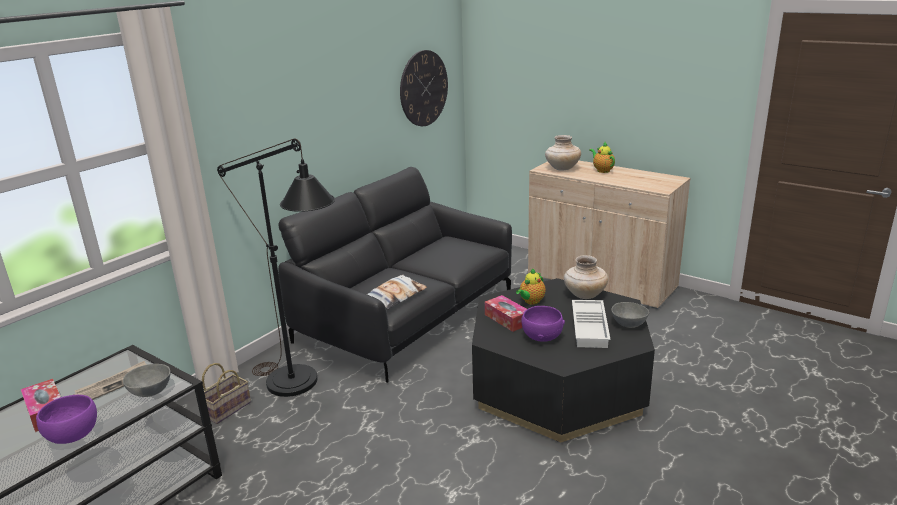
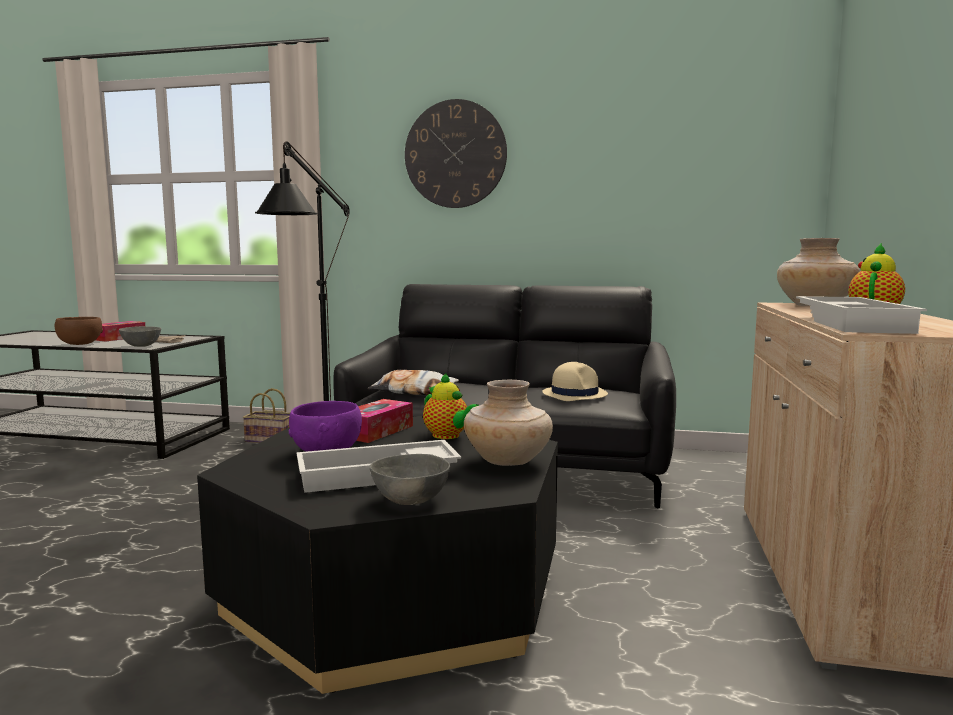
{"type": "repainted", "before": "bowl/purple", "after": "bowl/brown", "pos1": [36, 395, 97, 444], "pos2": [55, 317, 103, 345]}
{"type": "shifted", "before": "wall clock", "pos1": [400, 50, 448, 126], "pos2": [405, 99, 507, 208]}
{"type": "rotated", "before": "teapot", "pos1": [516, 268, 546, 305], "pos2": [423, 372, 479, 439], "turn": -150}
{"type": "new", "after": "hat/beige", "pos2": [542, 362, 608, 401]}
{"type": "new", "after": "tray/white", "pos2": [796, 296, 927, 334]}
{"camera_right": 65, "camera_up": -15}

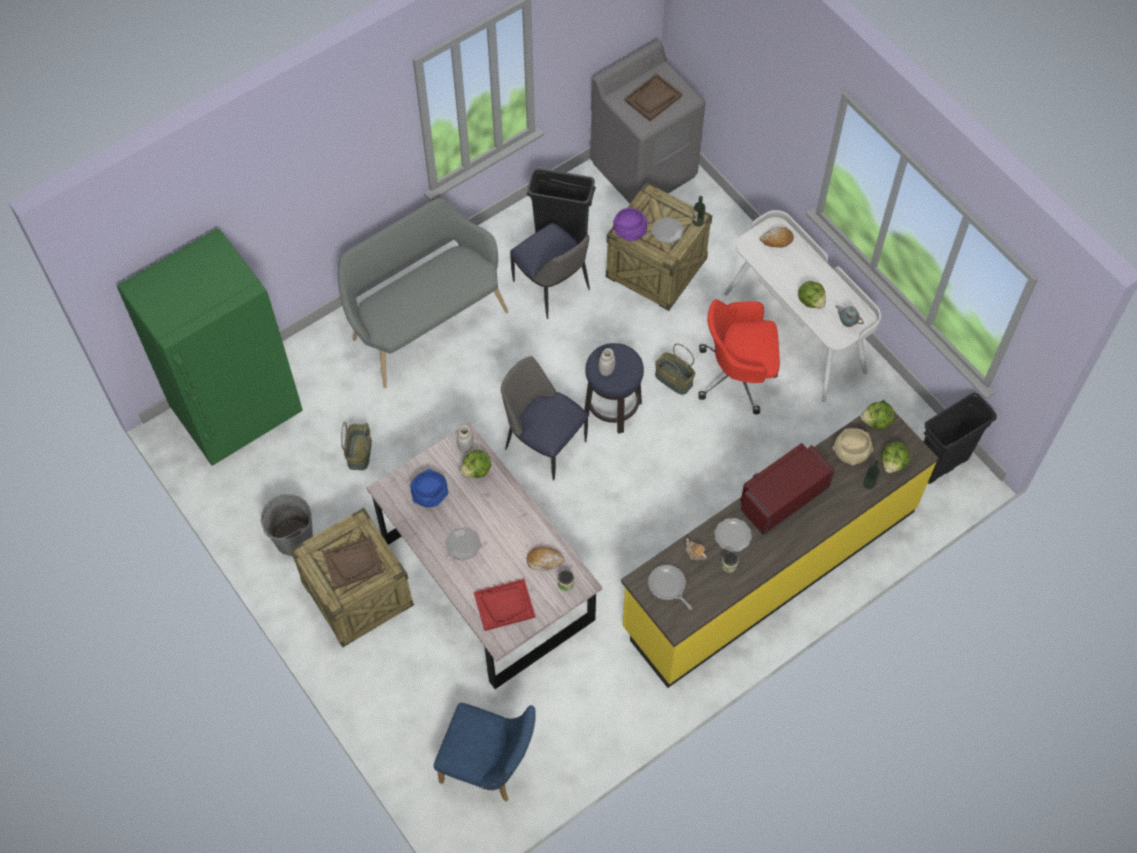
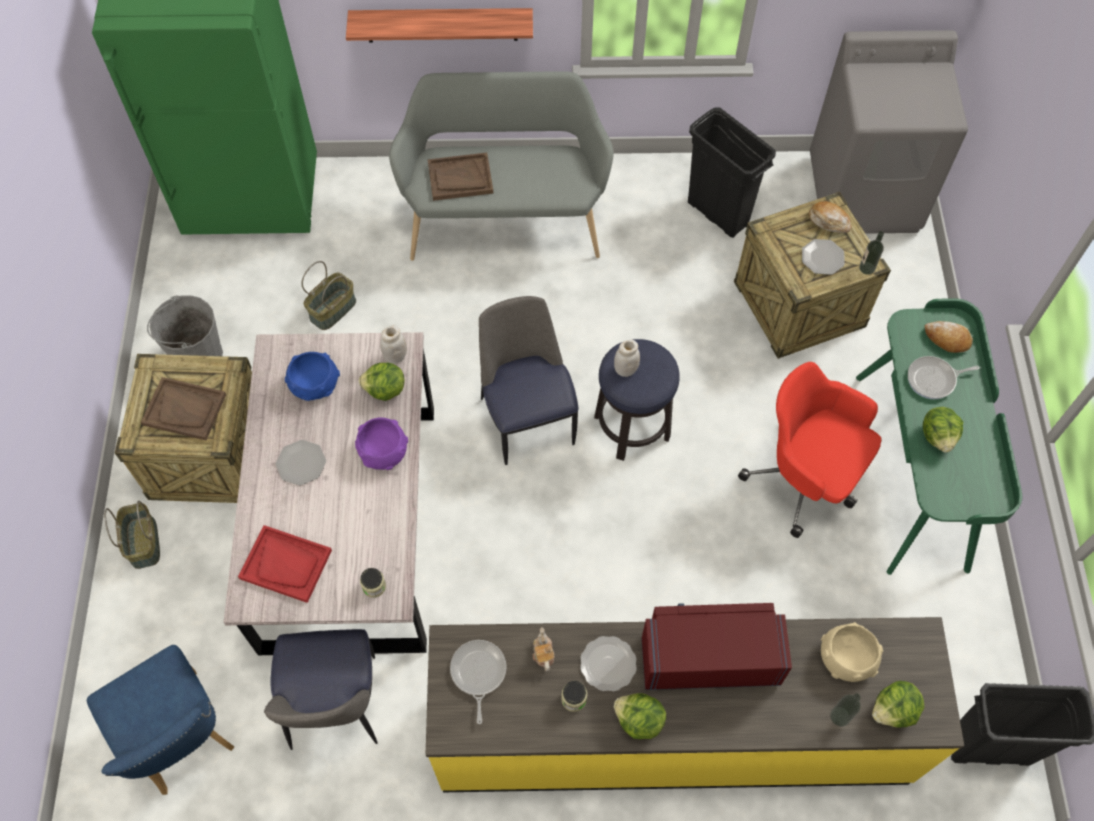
{"type": "shifted", "before": "basket", "pos1": [655, 344, 695, 395], "pos2": [104, 501, 160, 569]}
{"type": "shifted", "before": "chair", "pos1": [510, 223, 590, 319], "pos2": [264, 629, 377, 750]}
{"type": "new", "after": "shelf", "pos2": [346, 8, 533, 43]}
{"type": "shifted", "before": "bowl/purple", "pos1": [613, 207, 648, 241], "pos2": [355, 418, 408, 470]}
{"type": "shifted", "before": "tray/brown", "pos1": [625, 73, 682, 121], "pos2": [428, 153, 493, 201]}
{"type": "shifted", "before": "lettuce", "pos1": [861, 402, 894, 430], "pos2": [614, 693, 666, 739]}
{"type": "shifted", "before": "bread", "pos1": [527, 547, 565, 571], "pos2": [809, 201, 851, 233]}
{"type": "repainted", "before": "desk/white", "after": "desk/green", "pos1": [723, 210, 881, 402], "pos2": [856, 298, 1022, 575]}
{"type": "new", "after": "frying pan", "pos2": [908, 356, 980, 399]}
{"type": "gone", "before": "teapot", "pos1": [836, 306, 864, 327]}
{"camera_right": 35, "camera_up": 0}

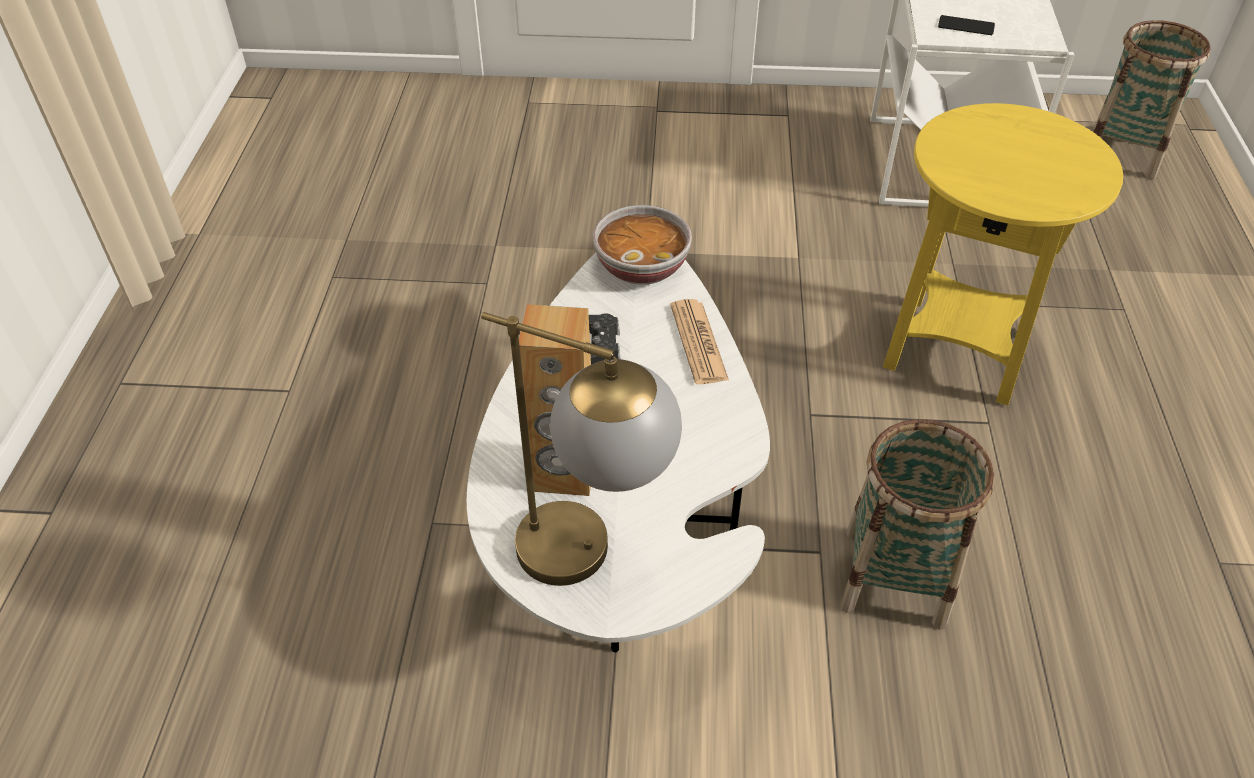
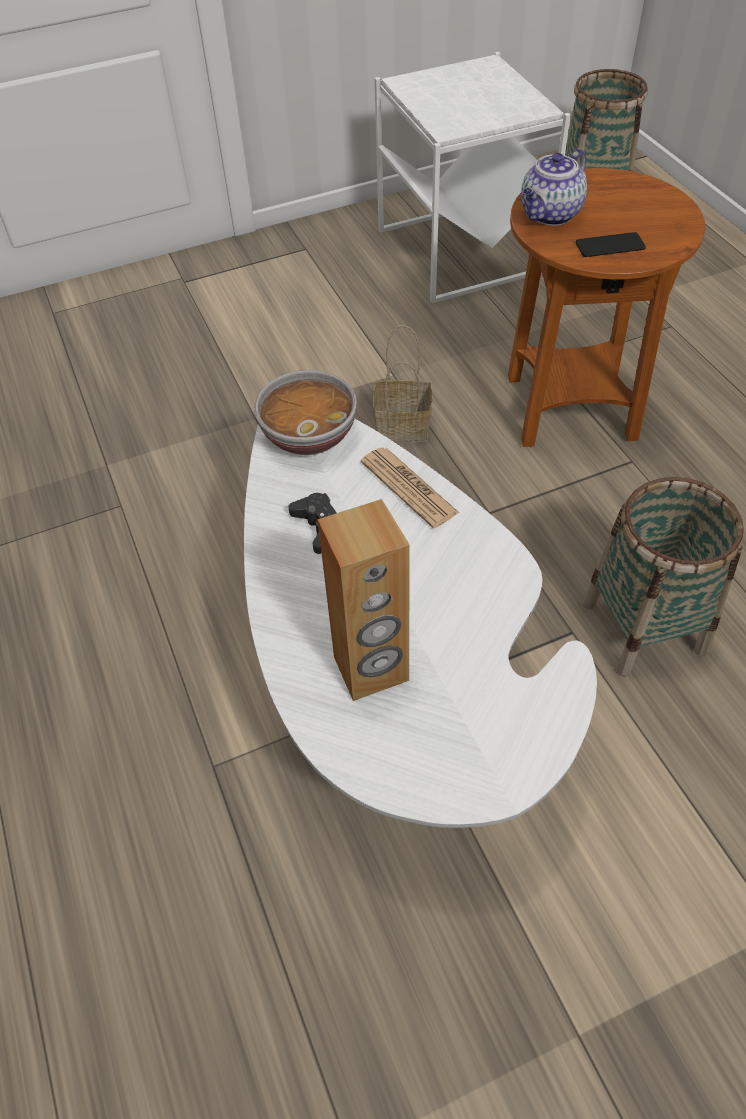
{"type": "new", "after": "basket", "pos2": [373, 325, 432, 442]}
{"type": "repainted", "before": "side table/yellow", "after": "side table/brown", "pos1": [883, 103, 1123, 405], "pos2": [508, 168, 705, 447]}
{"type": "new", "after": "teapot", "pos2": [521, 149, 587, 226]}
{"type": "shifted", "before": "phone", "pos1": [938, 15, 995, 35], "pos2": [576, 232, 646, 257]}
{"type": "gone", "before": "table lamp", "pos1": [481, 312, 682, 586]}
{"camera_right": -25, "camera_up": 5}

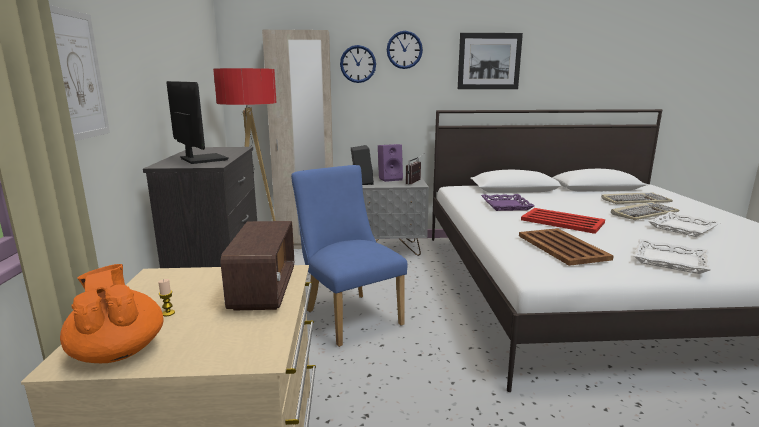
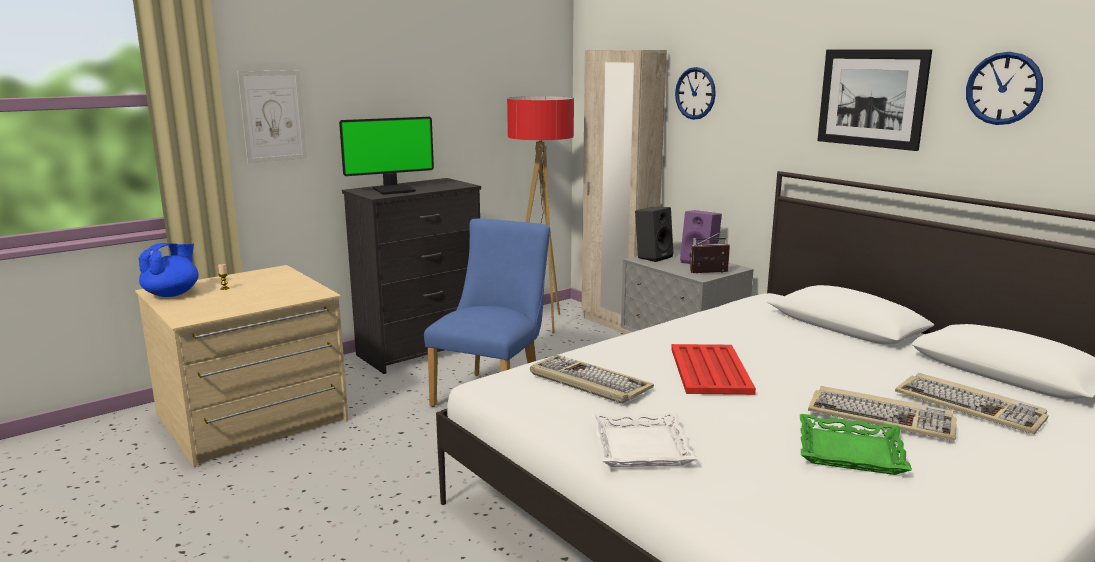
{"type": "repainted", "before": "teapot/orange", "after": "teapot/blue", "pos1": [60, 264, 164, 363], "pos2": [139, 243, 199, 297]}
{"type": "rotated", "before": "monitor", "pos1": [167, 81, 229, 164], "pos2": [339, 117, 434, 195], "turn": 45}
{"type": "swapped", "before": "tray/brown", "after": "keyboard", "pos1": [519, 228, 614, 266], "pos2": [530, 355, 654, 404]}
{"type": "repainted", "before": "tray/white", "after": "tray/green", "pos1": [649, 212, 721, 237], "pos2": [800, 414, 912, 475]}
{"type": "shifted", "before": "wall clock", "pos1": [387, 31, 423, 69], "pos2": [966, 52, 1043, 125]}
{"type": "gone", "before": "radio", "pos1": [221, 221, 294, 310]}
{"type": "gone", "before": "tray/purple", "pos1": [481, 194, 535, 211]}
{"camera_right": 55, "camera_up": 0}

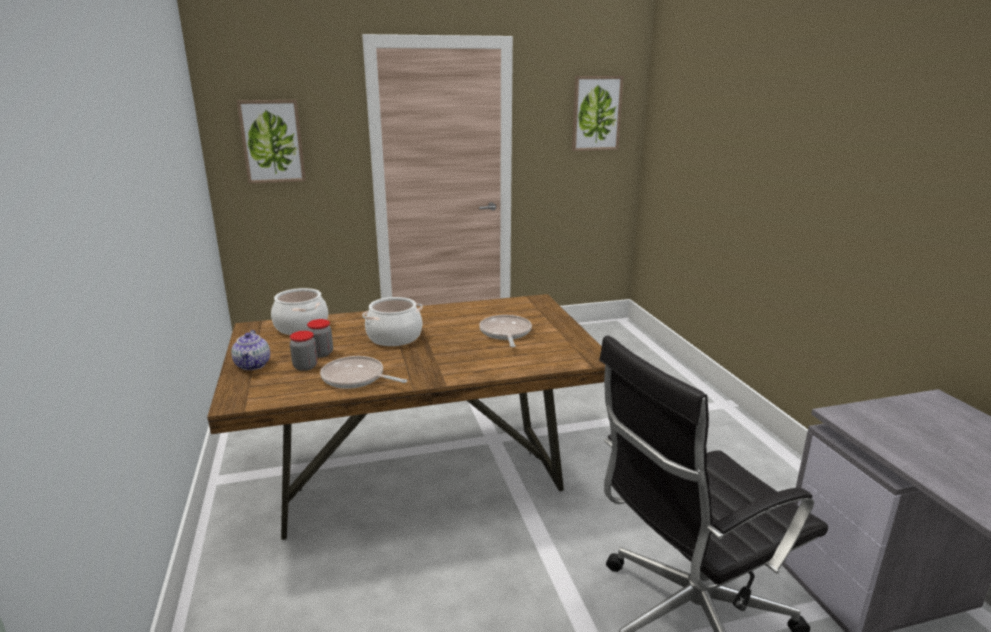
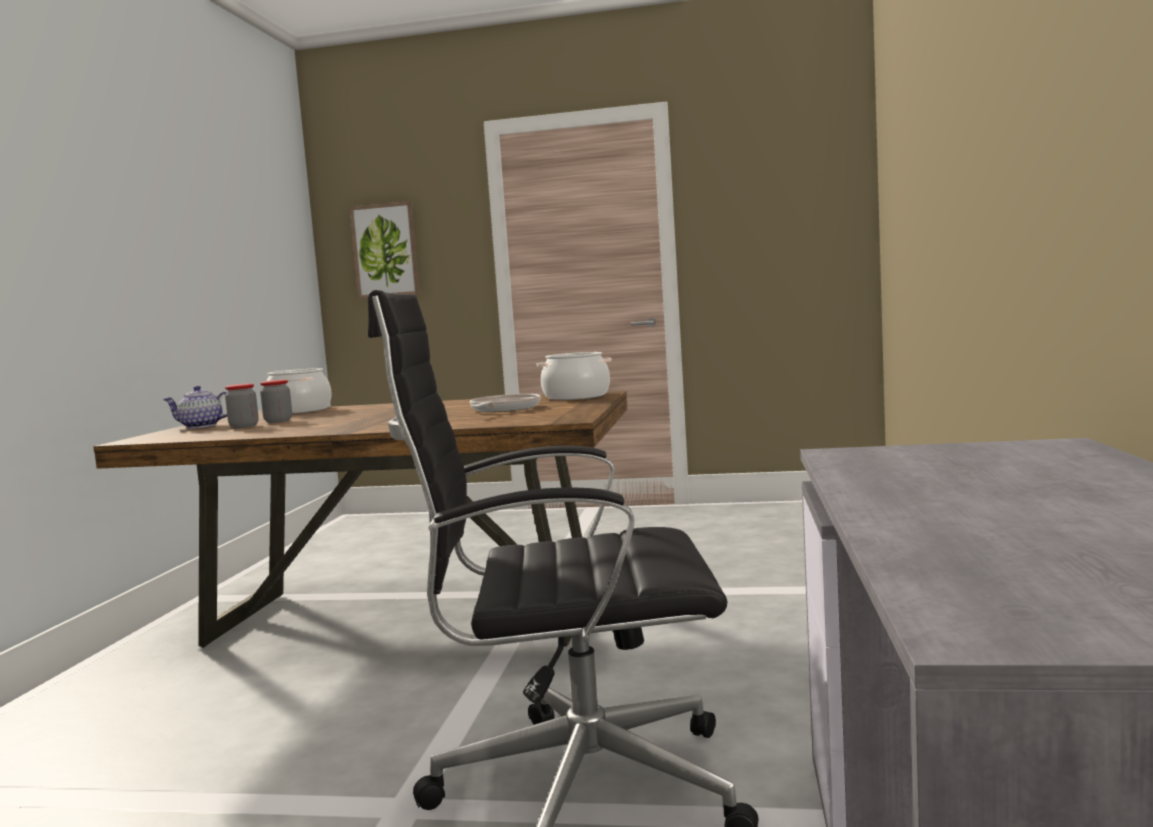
{"type": "rotated", "before": "teapot", "pos1": [231, 330, 270, 370], "pos2": [163, 386, 227, 428], "turn": 75}
{"type": "shifted", "before": "cooking pot", "pos1": [362, 297, 423, 346], "pos2": [537, 352, 612, 400]}
{"type": "gone", "before": "frying pan", "pos1": [320, 356, 407, 389]}
{"type": "gone", "before": "picture", "pos1": [572, 76, 624, 151]}
{"camera_right": 25, "camera_up": -15}

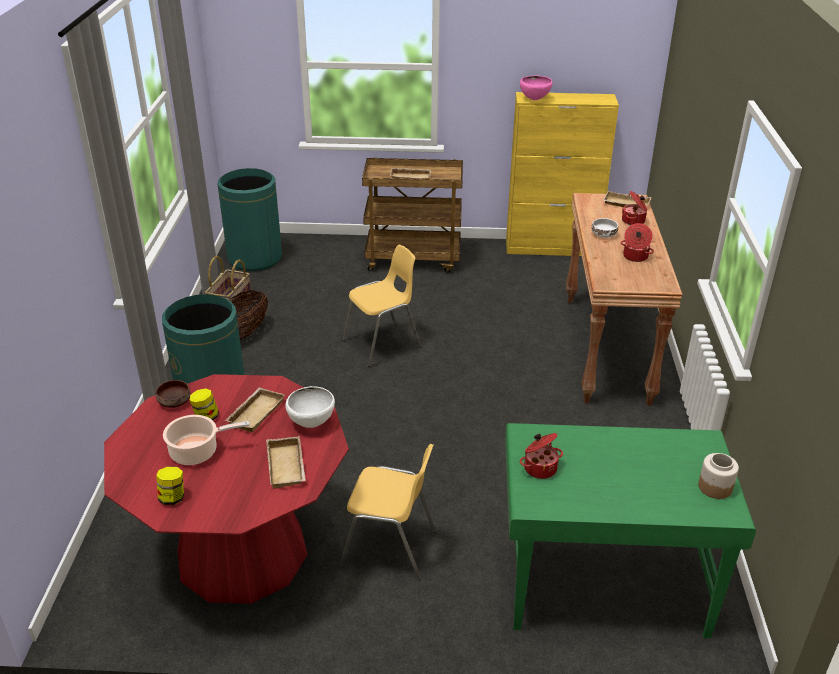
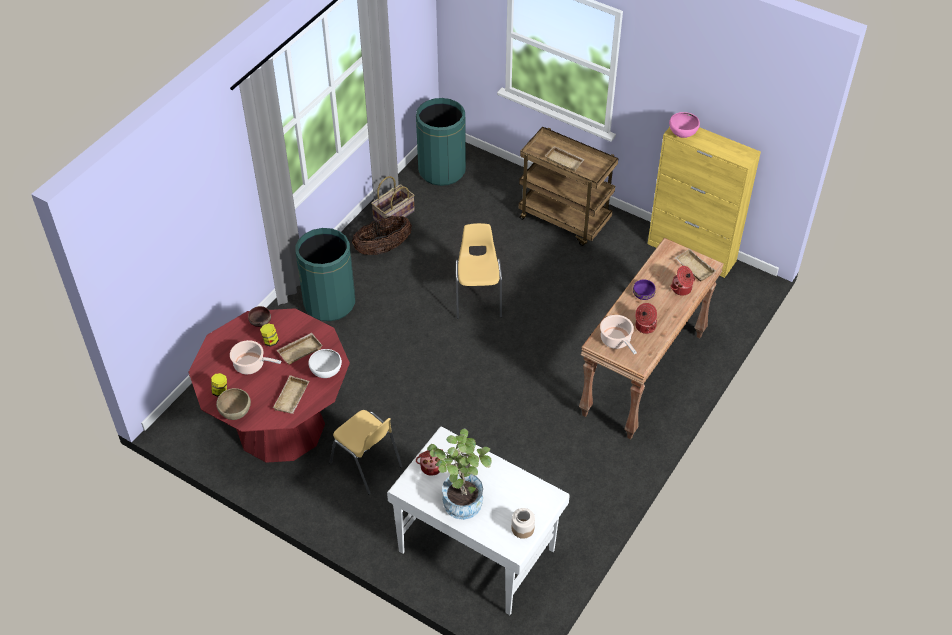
{"type": "new", "after": "bowl/brown", "pos2": [216, 388, 251, 420]}
{"type": "repainted", "before": "desk/green", "after": "desk/white", "pos1": [505, 423, 756, 638], "pos2": [387, 426, 570, 615]}
{"type": "new", "after": "potted plant", "pos2": [427, 429, 492, 520]}
{"type": "rotated", "before": "chair/yellow", "pos1": [343, 245, 421, 367], "pos2": [456, 223, 502, 319], "turn": -90}
{"type": "new", "after": "cooking pot", "pos2": [600, 315, 637, 354]}
{"type": "repainted", "before": "bowl/white", "after": "bowl/purple", "pos1": [591, 218, 618, 238], "pos2": [633, 279, 655, 300]}
{"camera_right": 30, "camera_up": 15}

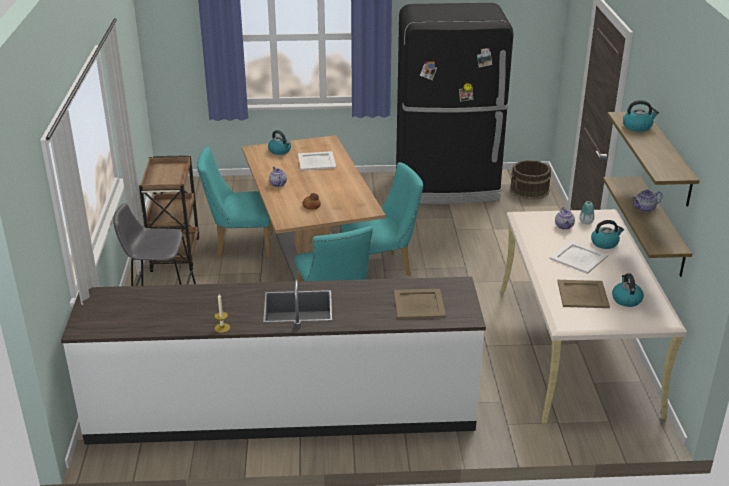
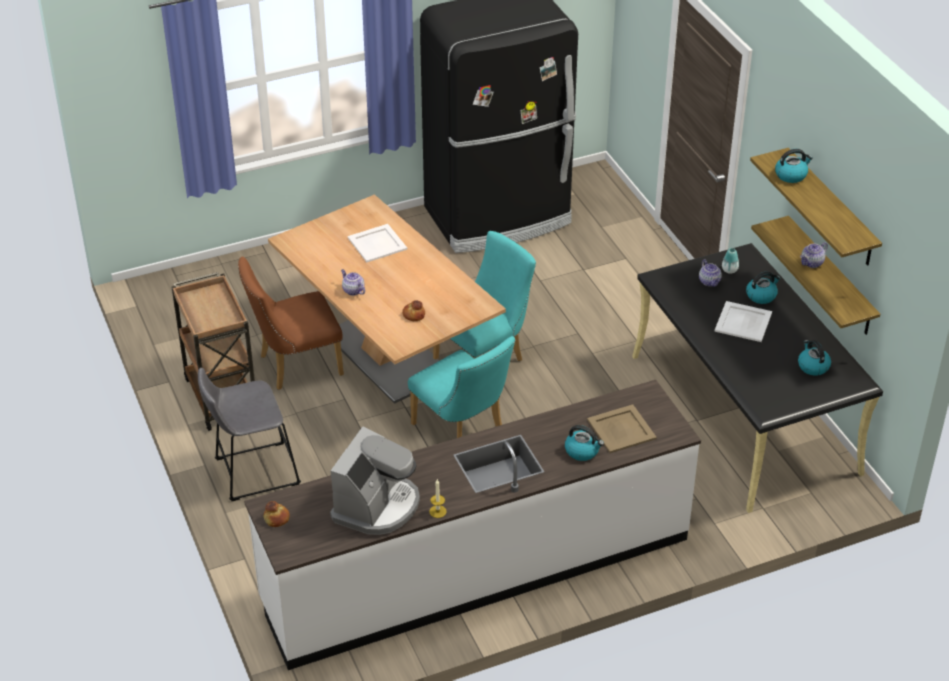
{"type": "repainted", "before": "chair/turquoise", "after": "chair/brown", "pos1": [197, 147, 273, 258], "pos2": [238, 256, 344, 390]}
{"type": "new", "after": "bread", "pos2": [264, 501, 290, 527]}
{"type": "new", "after": "coffee machine", "pos2": [330, 427, 420, 535]}
{"type": "shifted", "before": "kettle", "pos1": [268, 130, 291, 155], "pos2": [565, 425, 604, 461]}
{"type": "repainted", "before": "desk/beige", "after": "desk/black", "pos1": [501, 209, 687, 423], "pos2": [632, 243, 883, 513]}
{"type": "gone", "before": "bucket/brown", "pos1": [510, 160, 551, 199]}
{"type": "gone", "before": "tray/beige", "pos1": [557, 280, 610, 308]}
{"camera_right": -20, "camera_up": 10}

